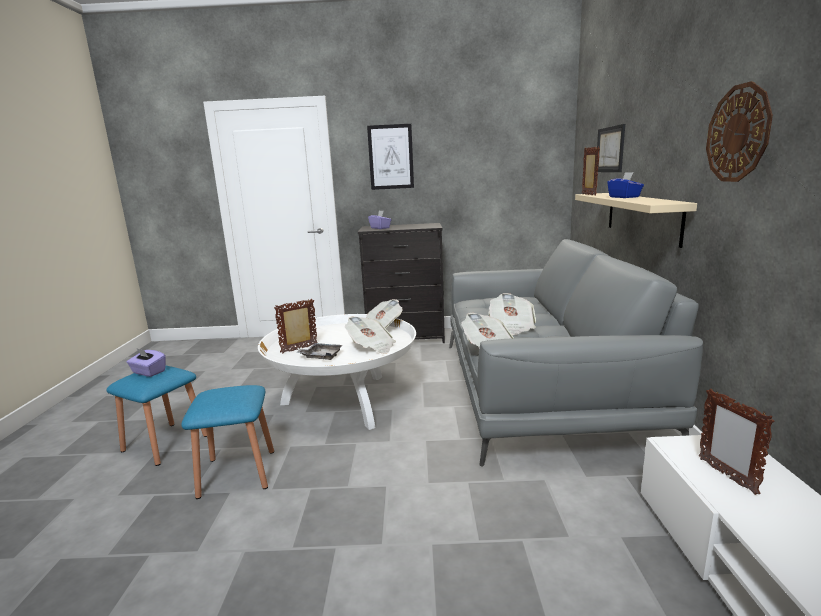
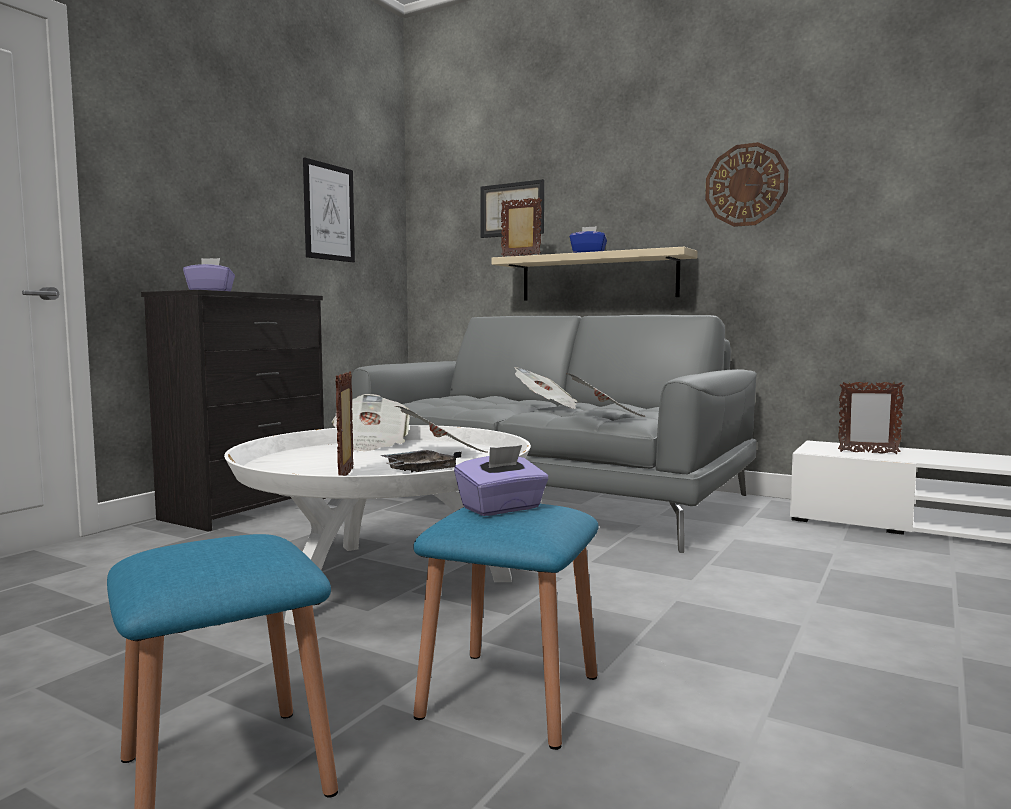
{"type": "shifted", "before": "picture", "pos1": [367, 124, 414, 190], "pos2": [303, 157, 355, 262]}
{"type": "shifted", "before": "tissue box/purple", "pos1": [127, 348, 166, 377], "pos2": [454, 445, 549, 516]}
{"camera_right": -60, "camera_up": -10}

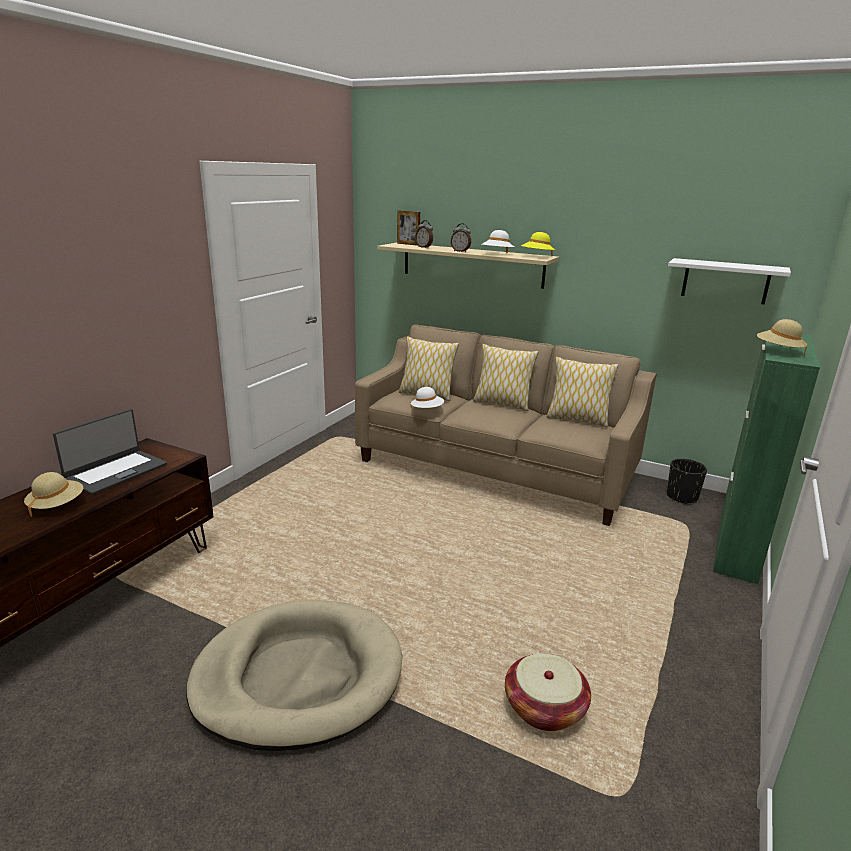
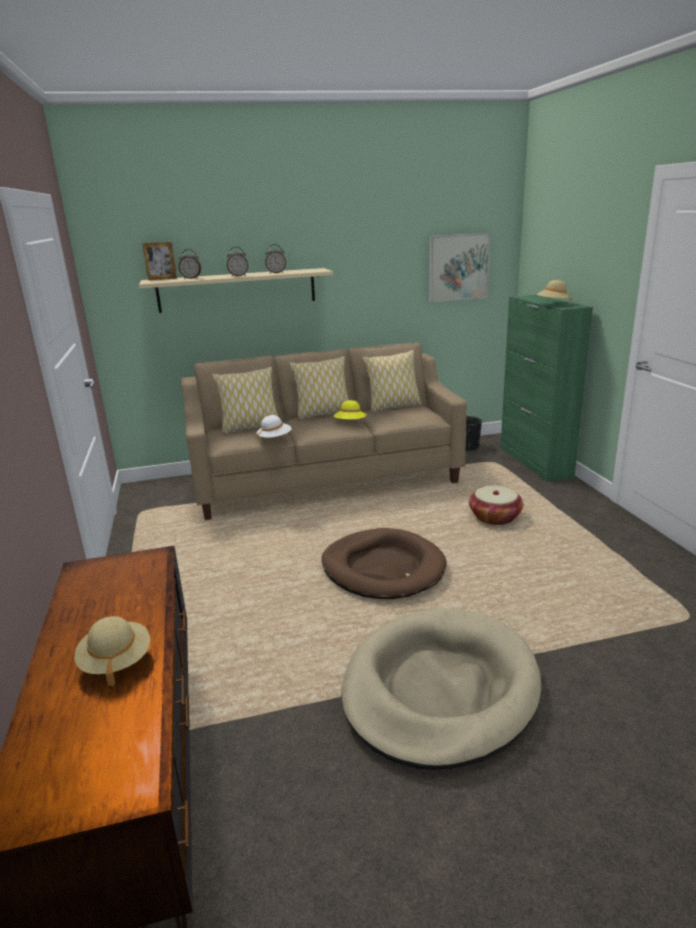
{"type": "swapped", "before": "hat/white", "after": "alarm clock", "pos1": [481, 230, 514, 253], "pos2": [265, 244, 286, 274]}
{"type": "new", "after": "dog bed/brown", "pos2": [322, 528, 447, 599]}
{"type": "shifted", "before": "hat/yellow", "pos1": [521, 232, 555, 256], "pos2": [334, 400, 367, 419]}
{"type": "swapped", "before": "shelf/white", "after": "picture", "pos1": [668, 258, 791, 305], "pos2": [429, 233, 490, 302]}
{"type": "shifted", "before": "basket", "pos1": [505, 653, 591, 731], "pos2": [469, 485, 523, 525]}
{"type": "gone", "before": "laptop", "pos1": [53, 409, 167, 495]}
{"camera_right": -40, "camera_up": 0}

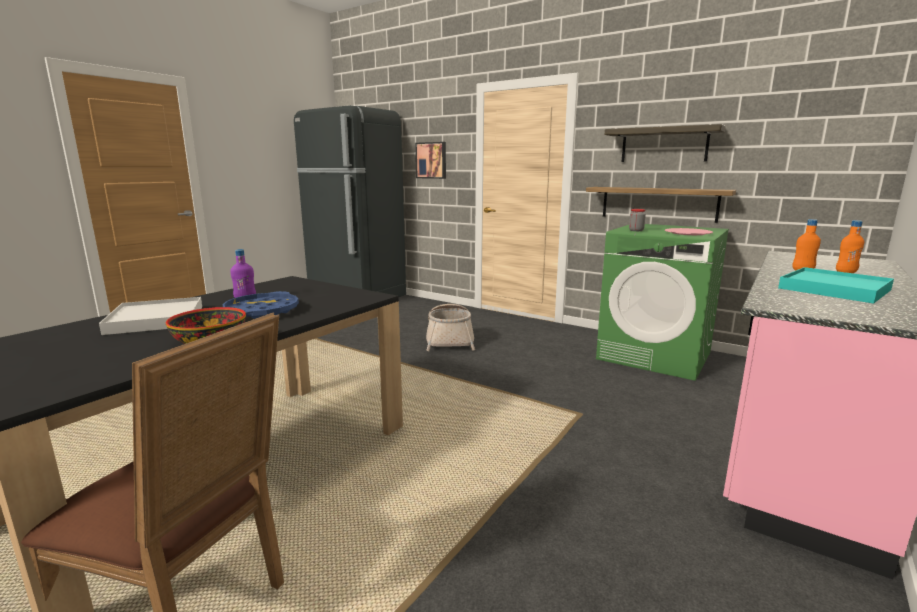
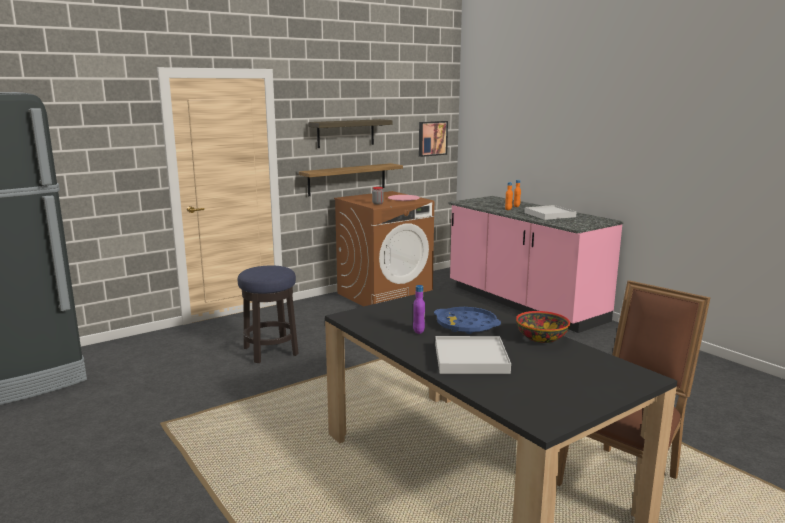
{"type": "swapped", "before": "basket", "after": "stool", "pos1": [426, 304, 475, 351], "pos2": [238, 266, 299, 363]}
{"type": "repainted", "before": "washing machine/green", "after": "washing machine/brown", "pos1": [596, 224, 729, 381], "pos2": [334, 191, 434, 307]}
{"type": "shifted", "before": "picture", "pos1": [415, 142, 446, 179], "pos2": [419, 121, 448, 157]}
{"type": "repainted", "before": "tray/turquoise", "after": "tray/white", "pos1": [778, 267, 894, 304], "pos2": [524, 205, 576, 220]}
{"camera_right": -70, "camera_up": 0}

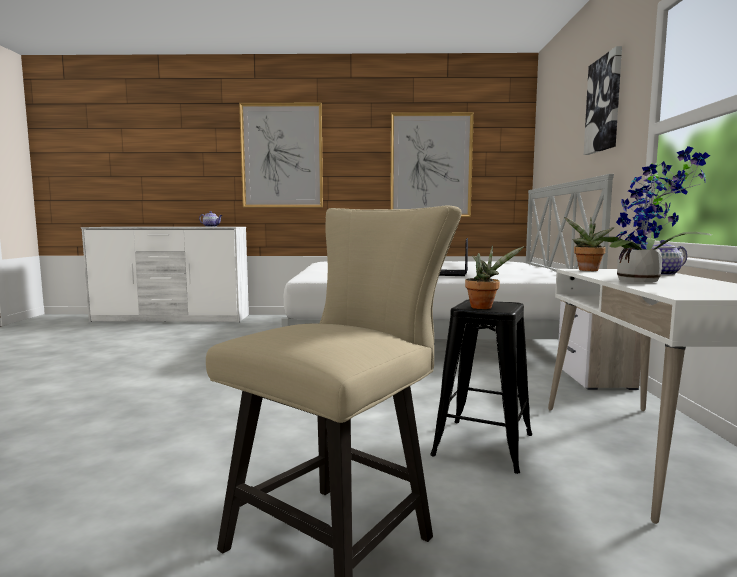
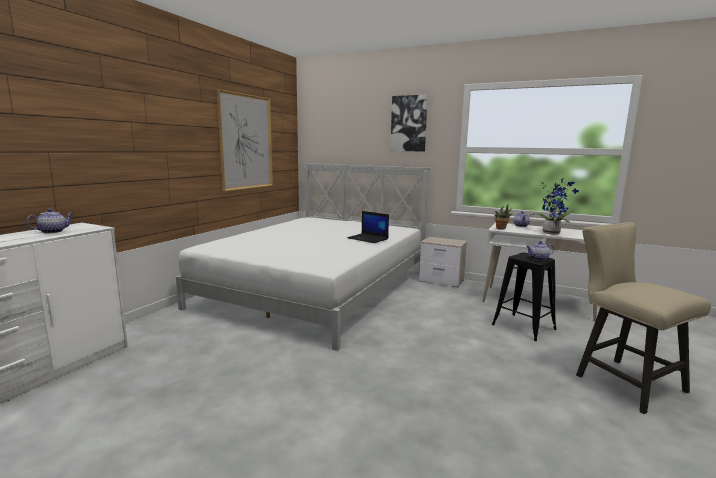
{"type": "swapped", "before": "potted plant", "after": "teapot", "pos1": [465, 245, 524, 309], "pos2": [526, 241, 554, 261]}
{"type": "gone", "before": "picture", "pos1": [239, 103, 323, 207]}
{"camera_right": -65, "camera_up": 5}

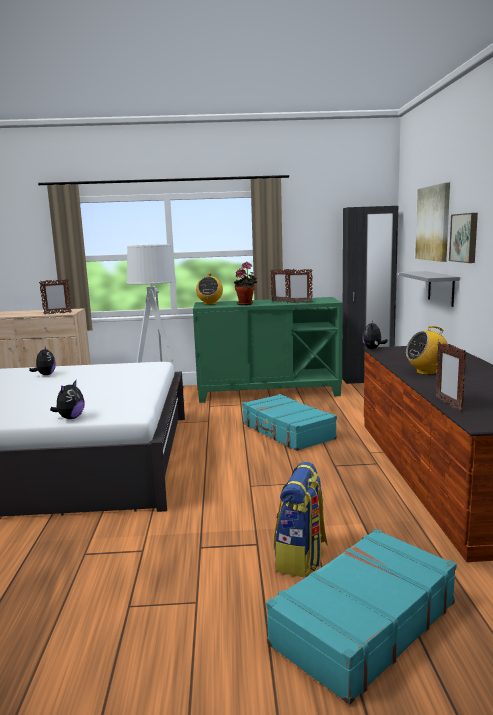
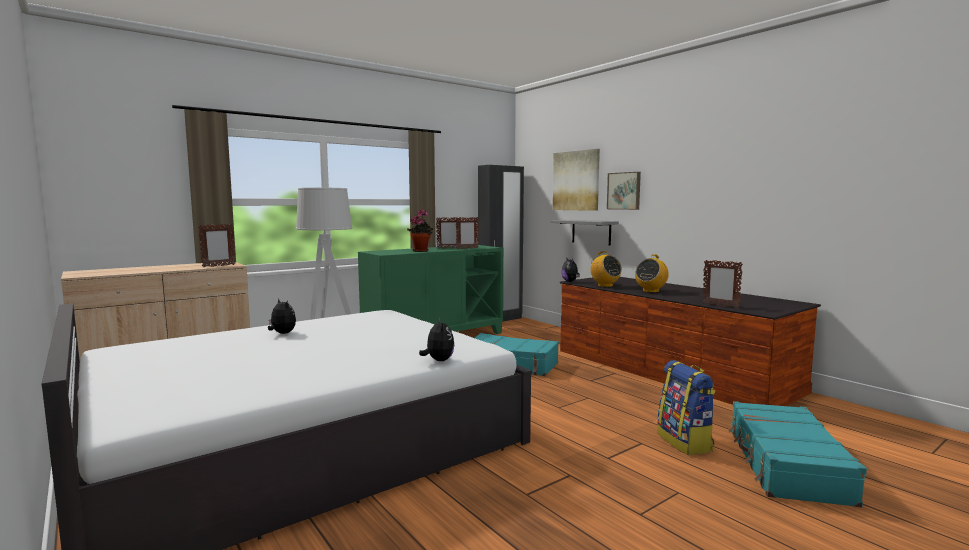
{"type": "shifted", "before": "radio", "pos1": [196, 273, 223, 305], "pos2": [589, 251, 622, 287]}
{"camera_right": -35, "camera_up": -5}

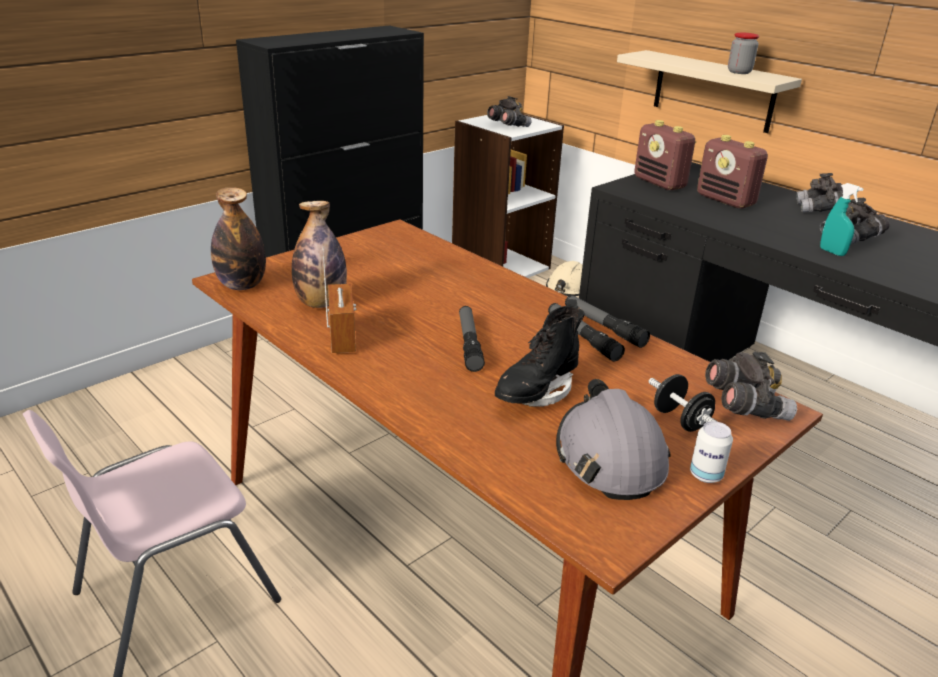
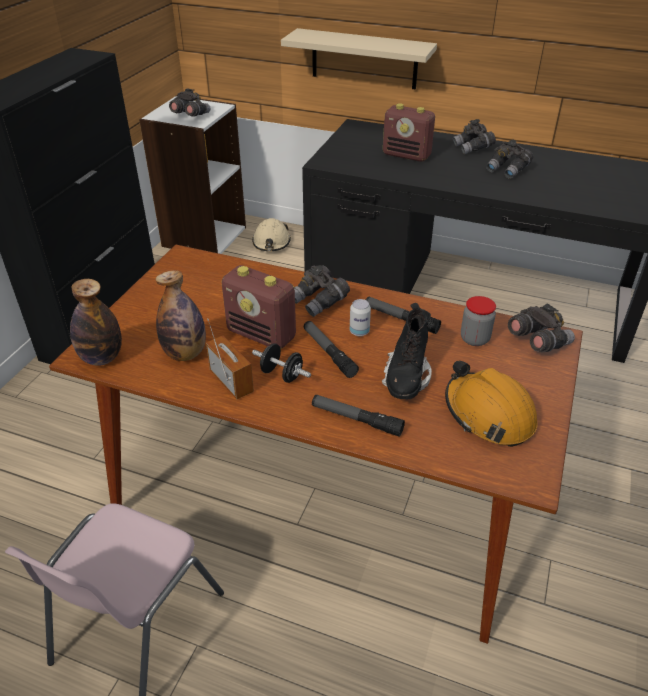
{"type": "shifted", "before": "radio", "pos1": [634, 120, 696, 190], "pos2": [222, 265, 296, 349]}
{"type": "shifted", "before": "dumbbell/black", "pos1": [649, 374, 718, 432], "pos2": [252, 343, 311, 383]}
{"type": "new", "after": "binoculars/grey", "pos2": [294, 265, 350, 317]}
{"type": "shifted", "before": "flashlight", "pos1": [565, 295, 650, 348], "pos2": [312, 395, 405, 437]}
{"type": "shifted", "before": "can", "pos1": [690, 421, 733, 483], "pos2": [350, 299, 371, 336]}
{"type": "repainted", "before": "hard hat/grey", "after": "hard hat/orange", "pos1": [556, 379, 670, 500], "pos2": [445, 360, 538, 447]}
{"type": "shifted", "before": "jar", "pos1": [728, 33, 759, 74], "pos2": [461, 296, 496, 346]}
{"type": "gone", "before": "spray bottle/turquoise", "pos1": [820, 183, 863, 256]}
{"camera_right": -25, "camera_up": 10}

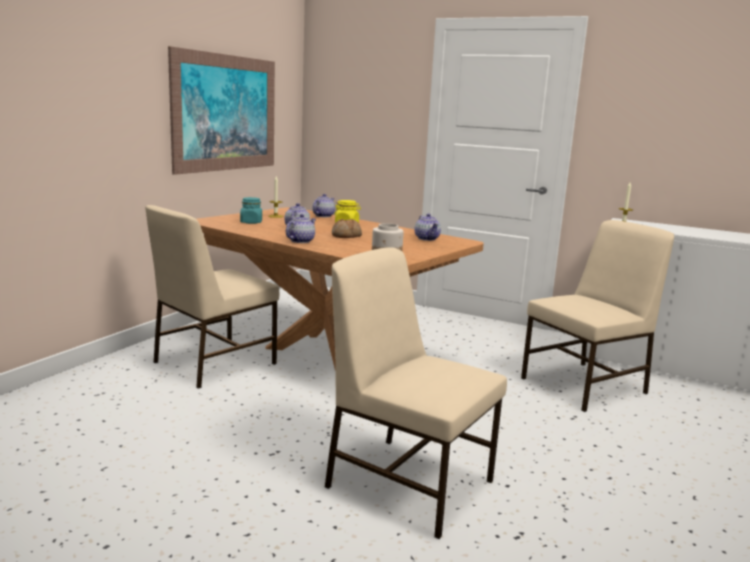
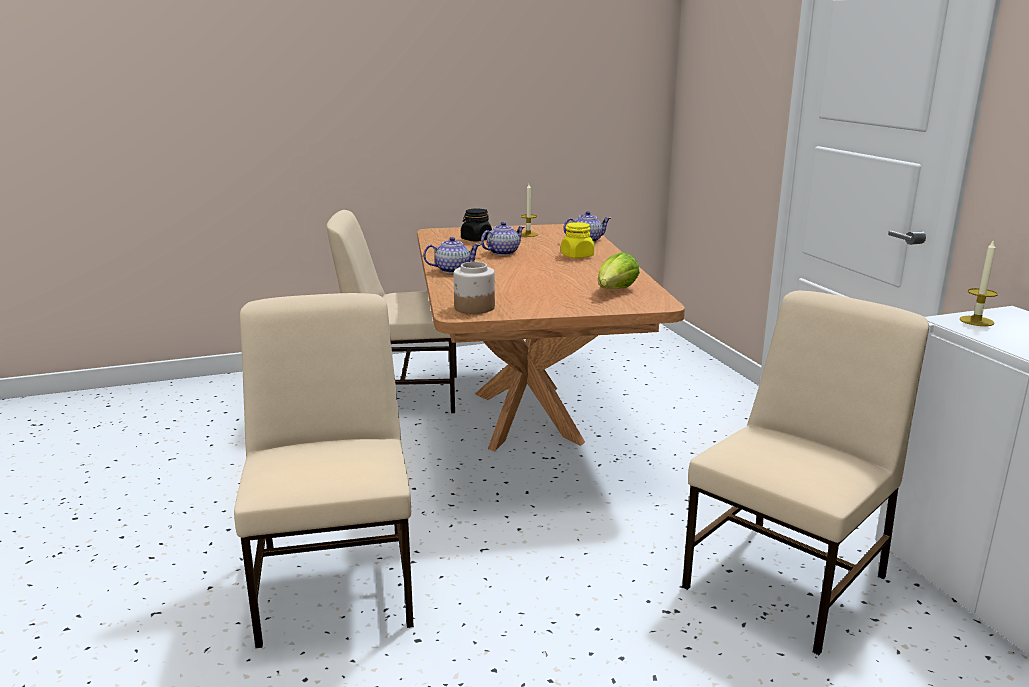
{"type": "repainted", "before": "jar/turquoise", "after": "jar/black", "pos1": [240, 197, 262, 224], "pos2": [461, 208, 492, 242]}
{"type": "swapped", "before": "teapot", "after": "lettuce", "pos1": [415, 213, 441, 241], "pos2": [598, 252, 640, 289]}
{"type": "rotated", "before": "chair/beige", "pos1": [521, 220, 674, 412], "pos2": [682, 291, 929, 655], "turn": -60}
{"type": "gone", "before": "picture", "pos1": [168, 46, 275, 175]}
{"type": "gone", "before": "bread", "pos1": [332, 219, 362, 238]}
{"camera_right": 45, "camera_up": 5}

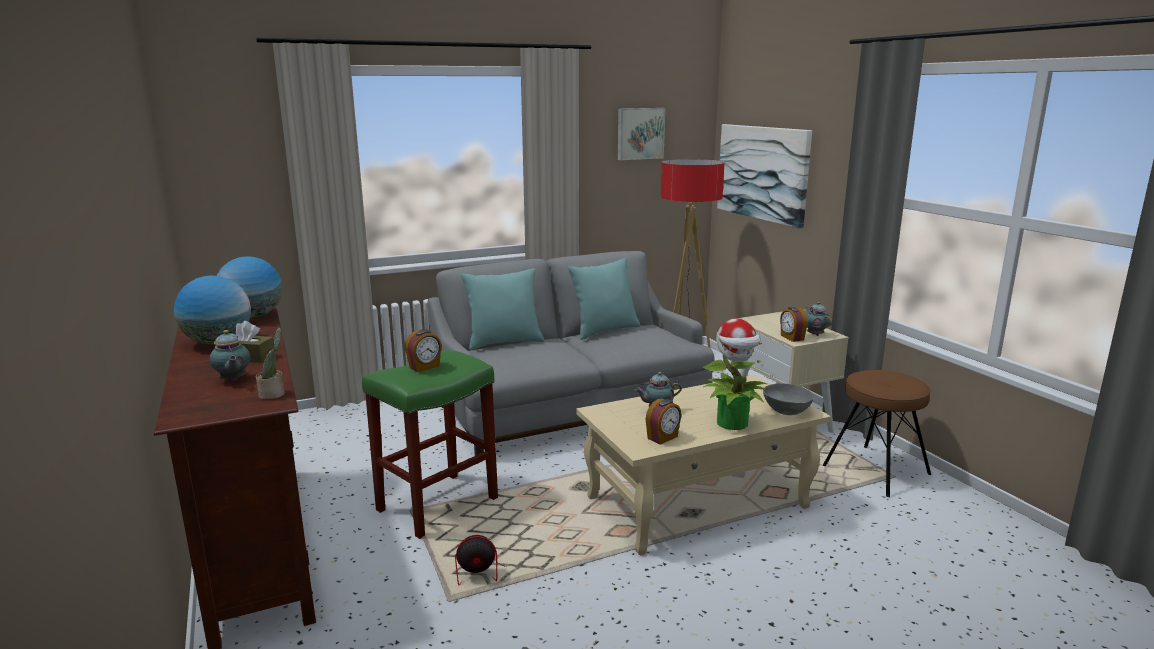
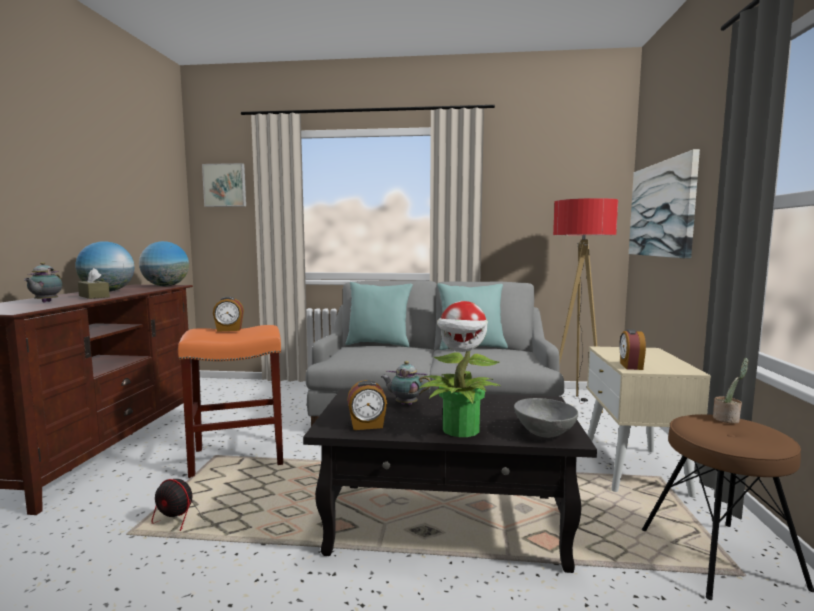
{"type": "repainted", "before": "stool/green", "after": "stool/orange", "pos1": [362, 350, 498, 539], "pos2": [178, 325, 283, 478]}
{"type": "shifted", "before": "picture", "pos1": [618, 108, 665, 160], "pos2": [202, 163, 246, 207]}
{"type": "repainted", "before": "coffee table/beige", "after": "coffee table/black", "pos1": [576, 375, 831, 555], "pos2": [303, 389, 597, 573]}
{"type": "shifted", "before": "potted plant", "pos1": [256, 327, 285, 400], "pos2": [713, 358, 748, 423]}
{"type": "gone", "before": "teapot", "pos1": [802, 302, 832, 336]}
{"camera_right": 30, "camera_up": -10}

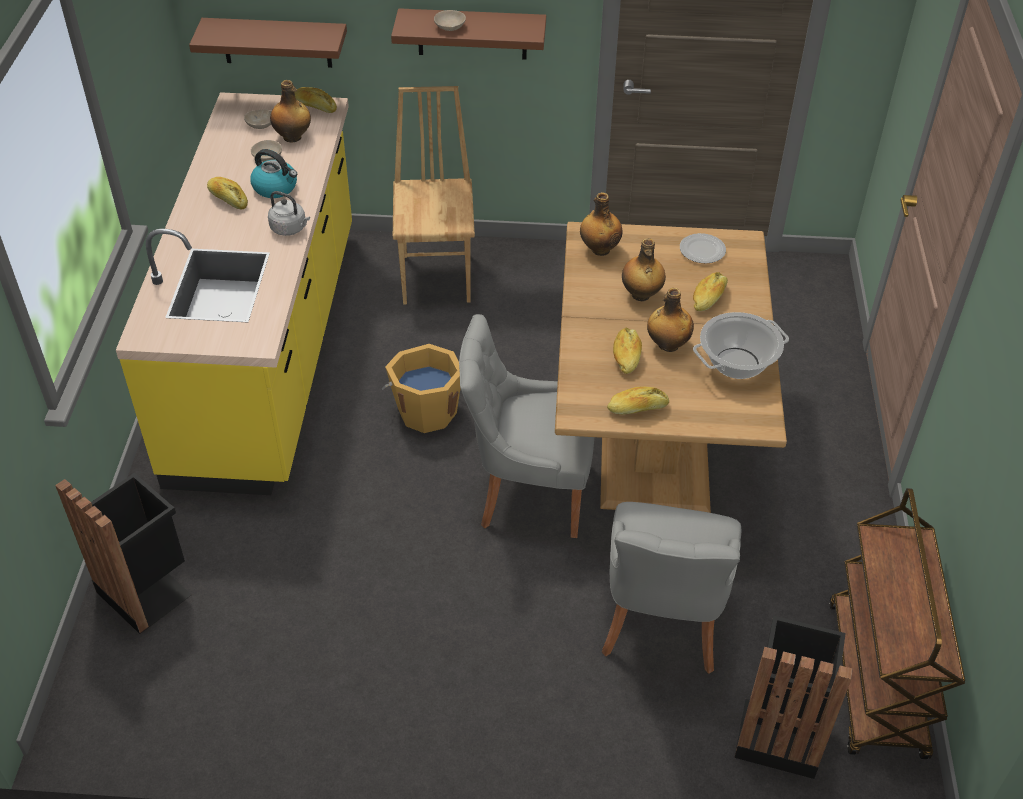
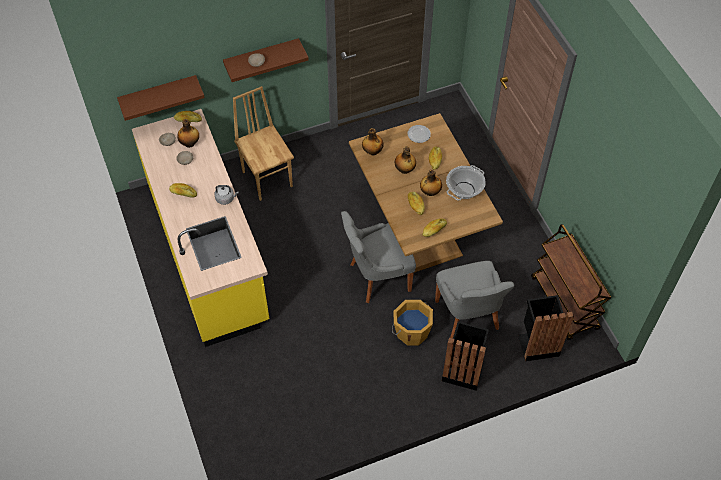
{"type": "shifted", "before": "bucket/orange", "pos1": [381, 344, 461, 433], "pos2": [392, 300, 433, 346]}
{"type": "shifted", "before": "trash can/black", "pos1": [55, 473, 192, 634], "pos2": [442, 321, 489, 391]}
{"type": "gone", "before": "kettle", "pos1": [250, 149, 297, 198]}
{"camera_right": -25, "camera_up": 10}

